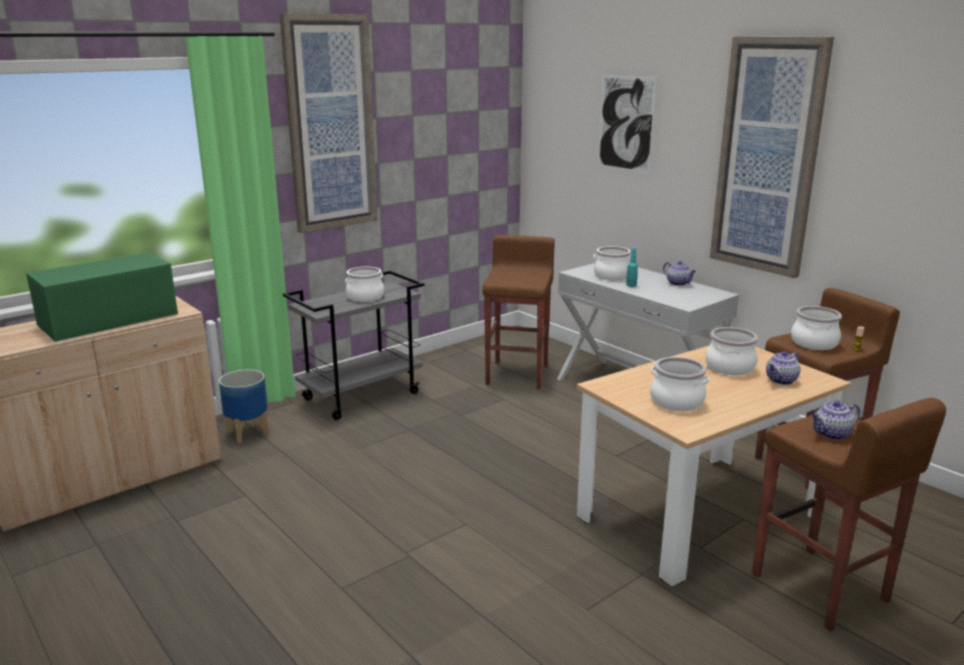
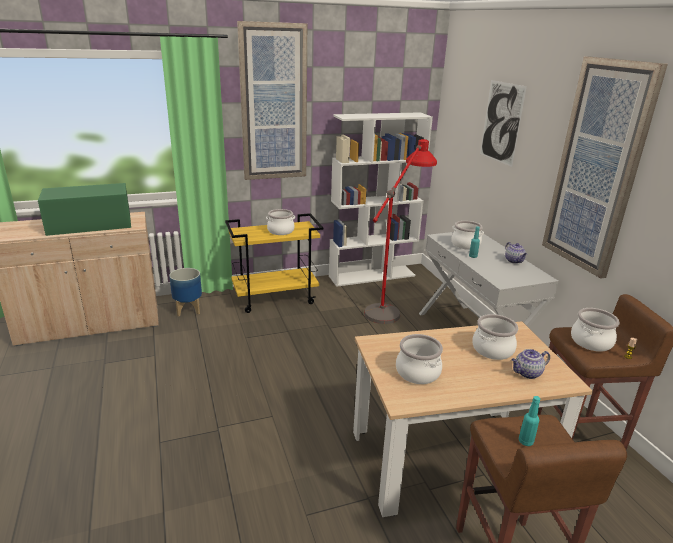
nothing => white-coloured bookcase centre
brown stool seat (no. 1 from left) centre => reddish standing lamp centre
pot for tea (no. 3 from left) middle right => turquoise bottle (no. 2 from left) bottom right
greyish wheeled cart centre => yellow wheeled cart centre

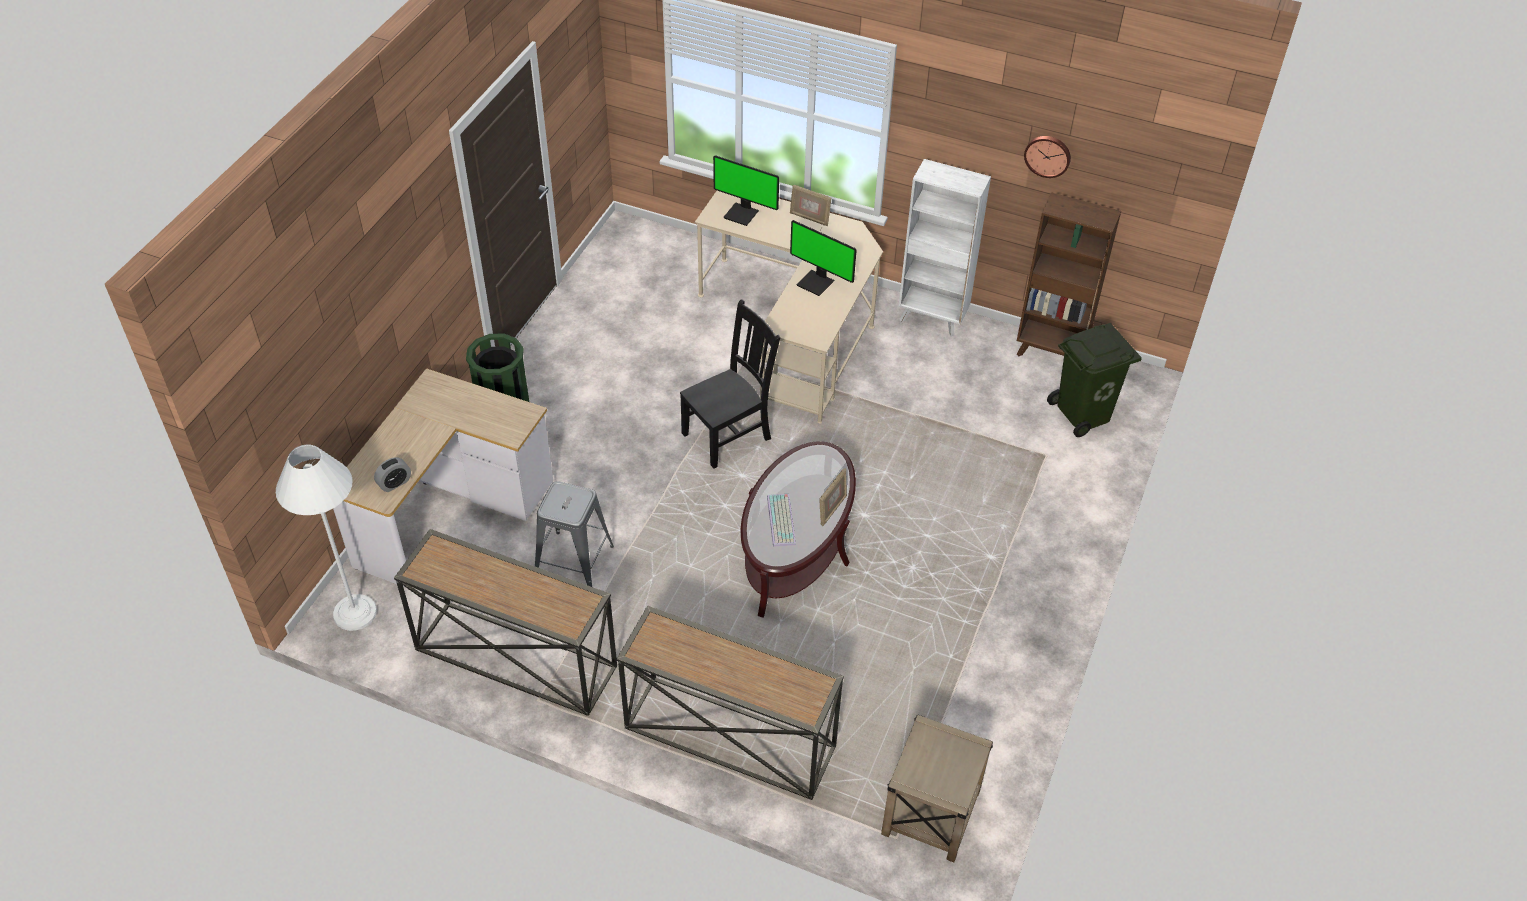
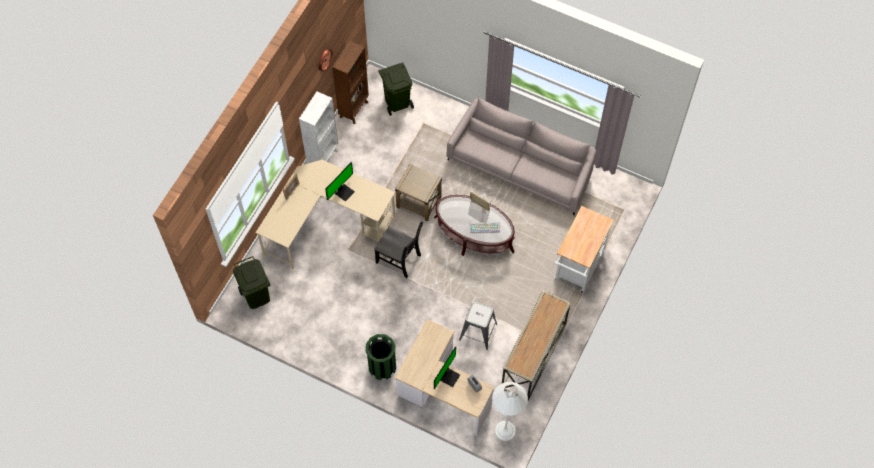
nothing => greenish waste bin (no. 1 from left) middle left
nothing => greyish sofa centre
computer screen (no. 1 from left in the first image) top centre => computer screen (no. 2 from left) bottom centre, shifted
beige-coloured accent table bottom centre => beige-coloured accent table centre, shifted
hall table (no. 2 from left) bottom centre => white-coloured wheeled cart middle right
black-coloured chair centre, 150 degrees clockwise

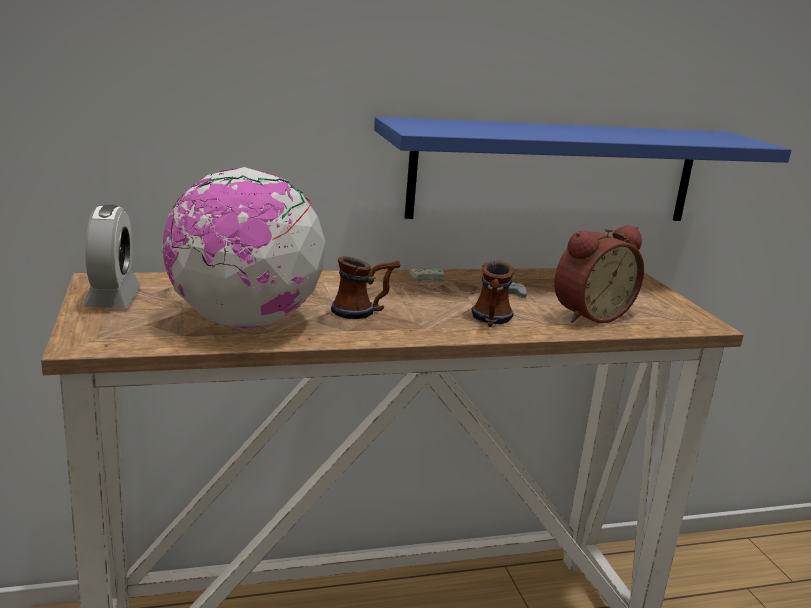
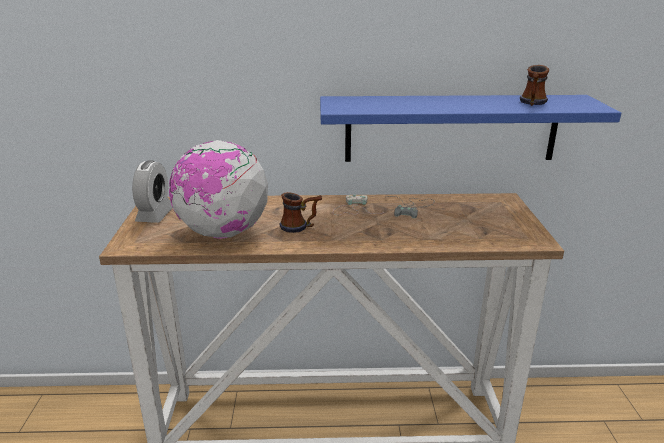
table clock (no. 2 from left) middle right => nothing
coffee mug (no. 2 from left) centre => coffee mug (no. 2 from left) top right, shifted

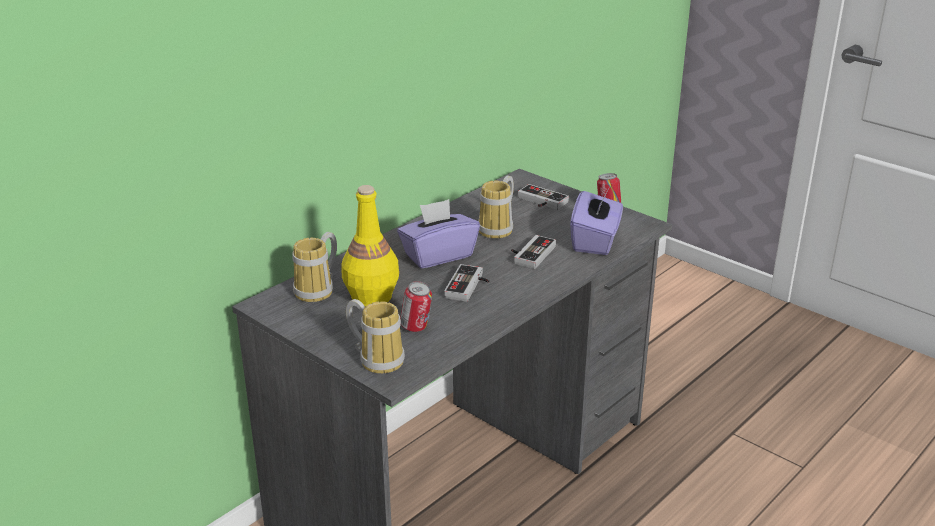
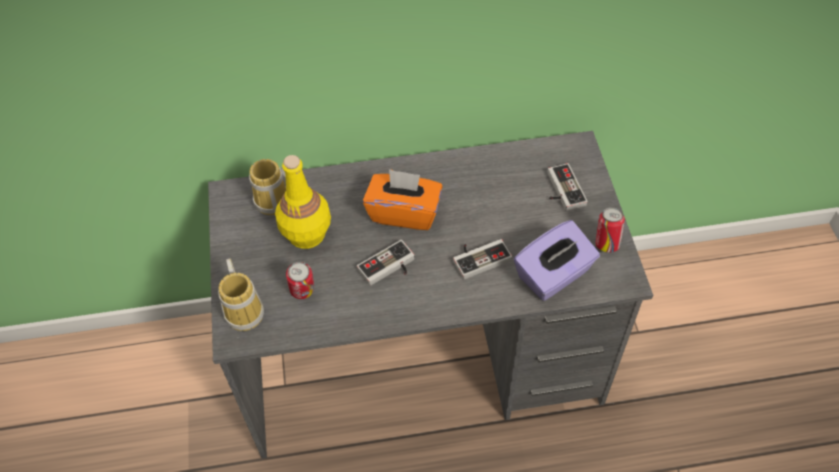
coffee mug (no. 3 from left) centre => nothing
purplish box of tissues (no. 1 from left) centre => orangey box of tissues centre

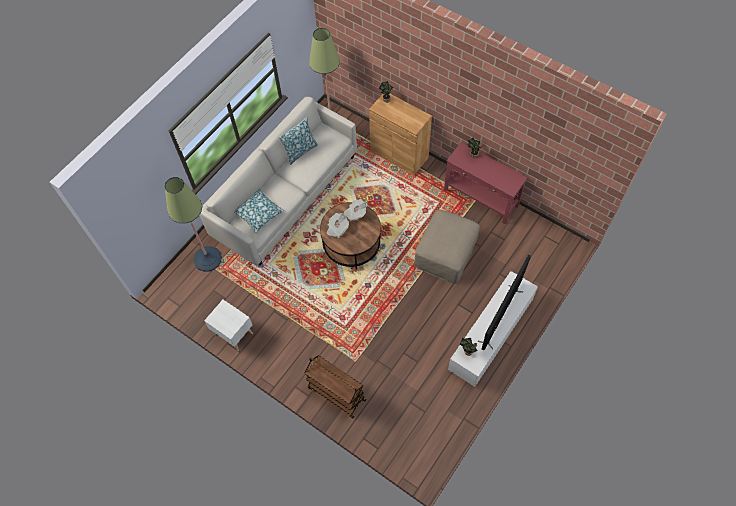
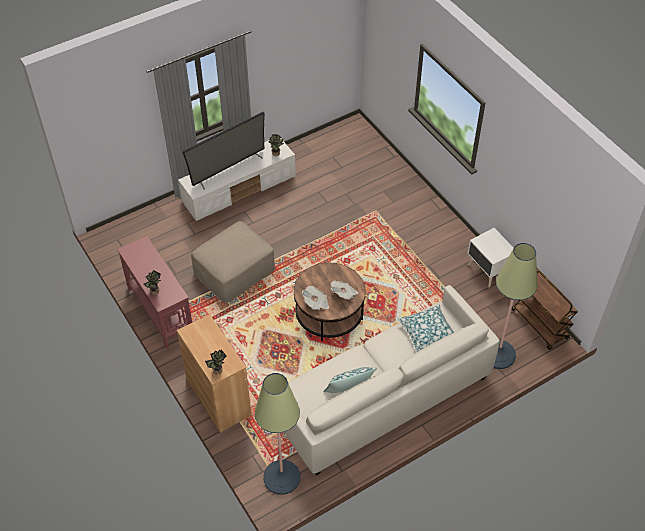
brown wheeled cart bottom centre => brown wheeled cart middle right, shifted

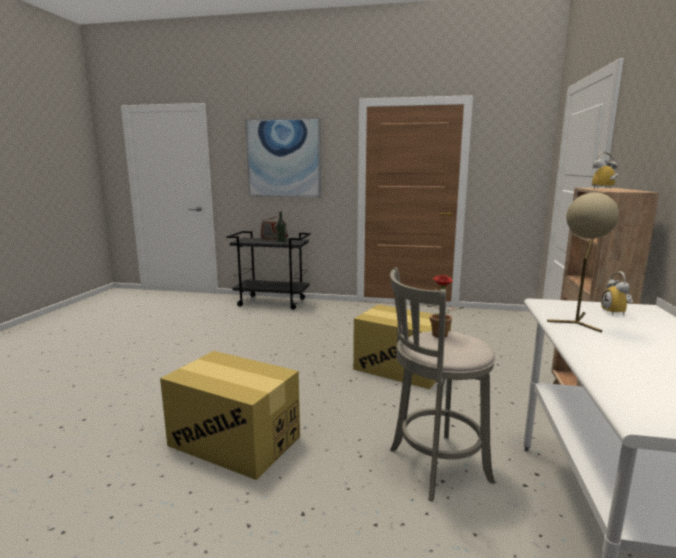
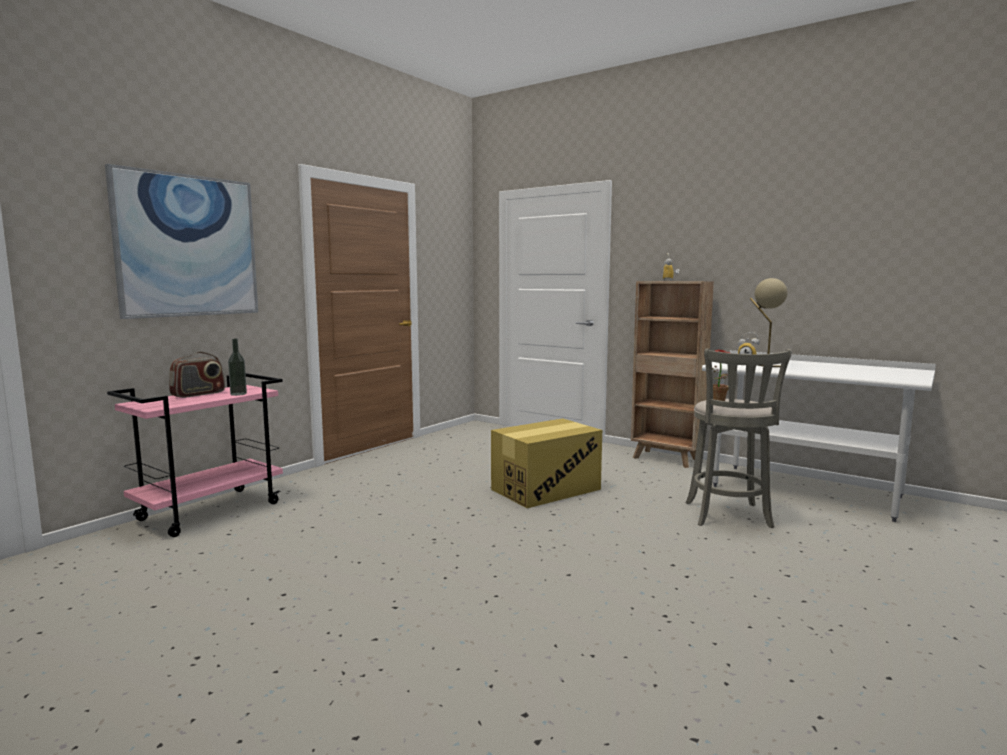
carton (no. 1 from left) bottom centre => nothing
black-coloured wheeled cart centre => pink wheeled cart middle left

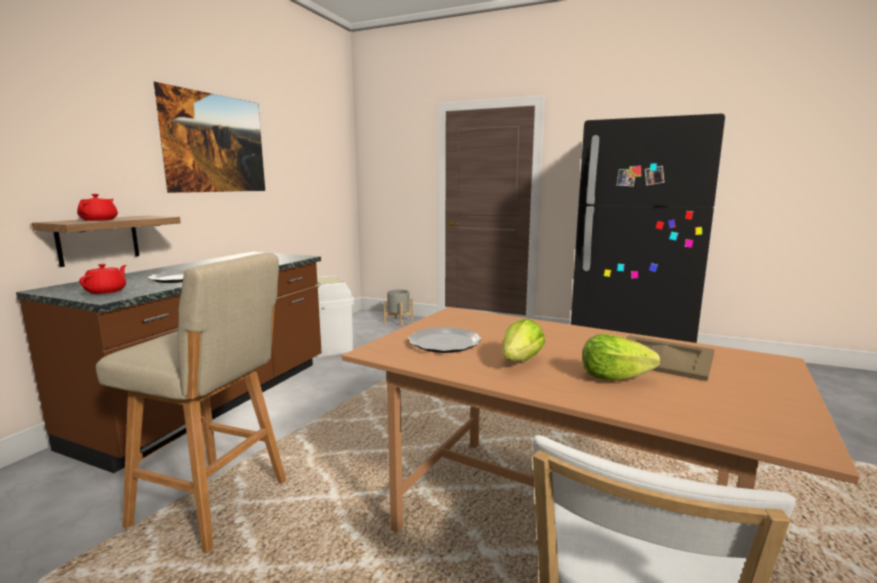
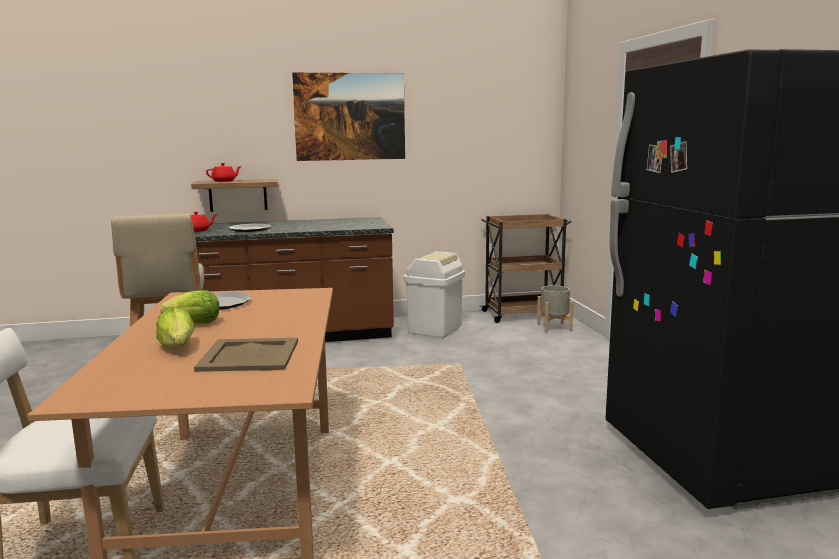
nothing => brown wheeled cart centre

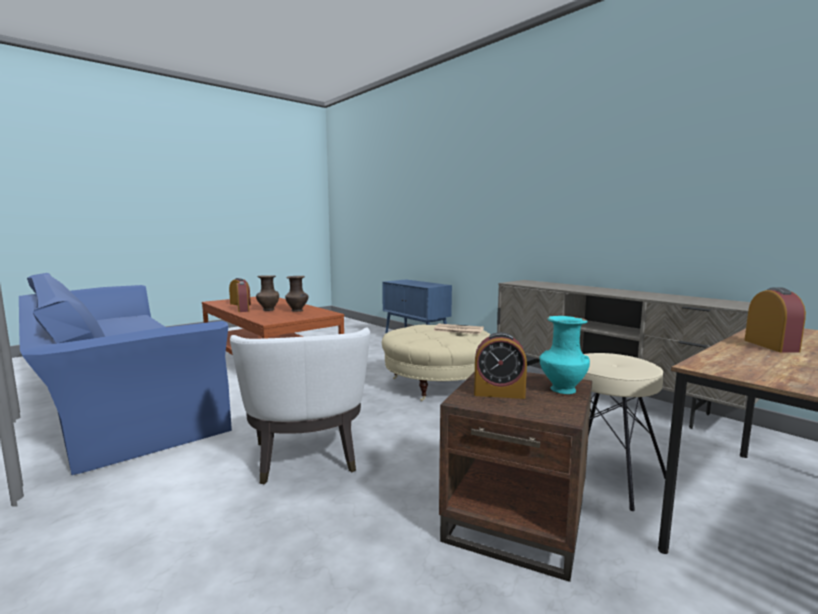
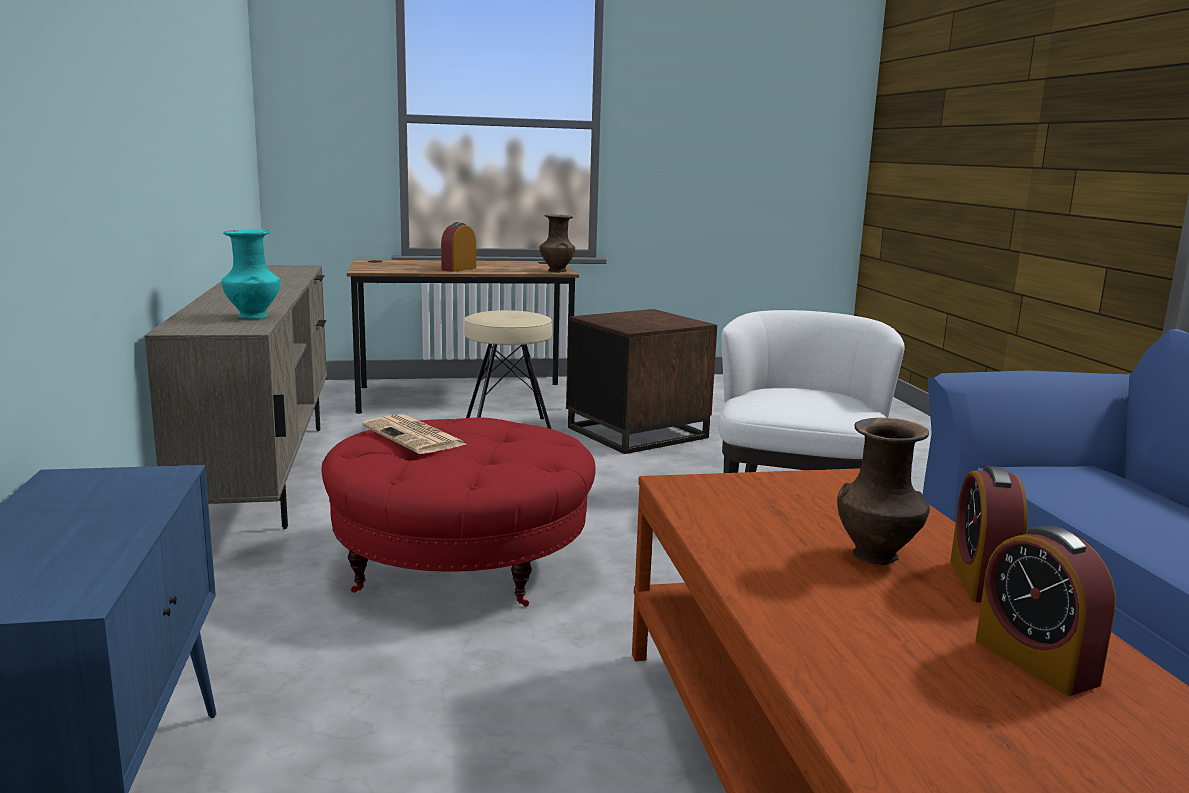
table clock (no. 3 from left) centre => nothing
brown decorative vase (no. 2 from left in the first image) centre => brown decorative vase (no. 1 from left) top centre, shifted
turquoise decorative vase middle right => turquoise decorative vase middle left, shifted
beige-coloured footrest centre => reddish footrest centre

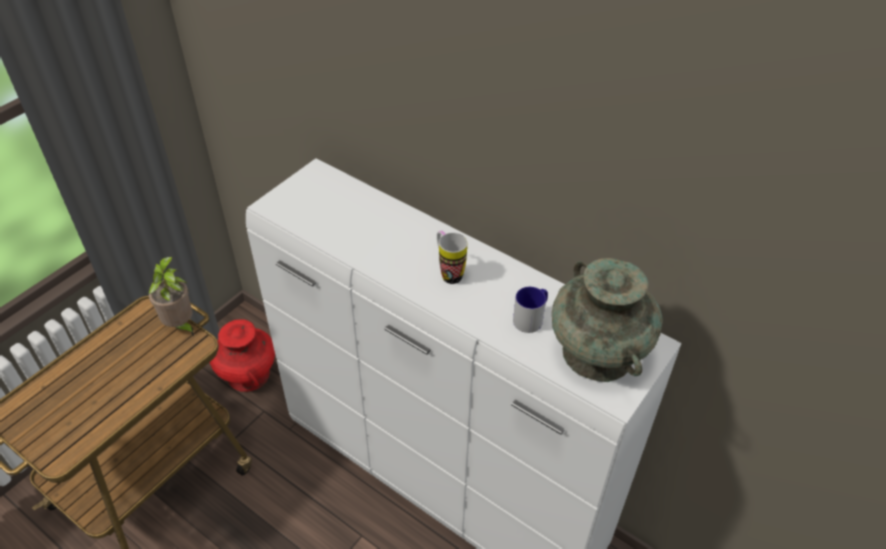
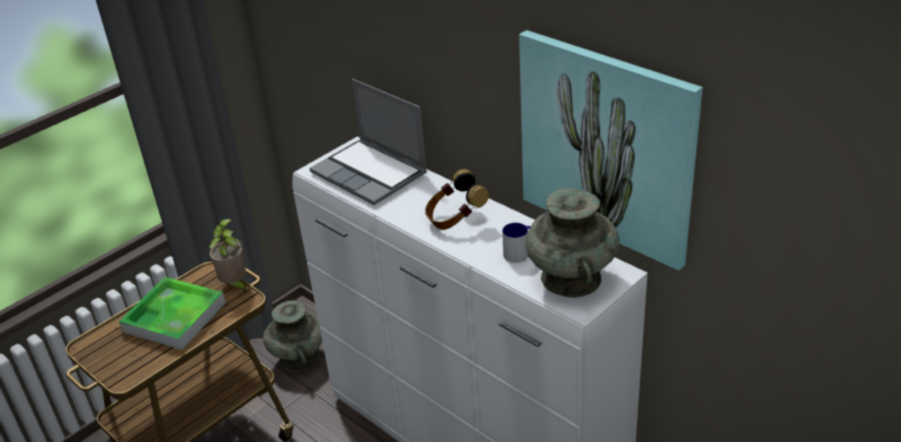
nothing => serving tray bottom left
nothing => notebook computer top centre
nothing => picture middle right
coffee mug (no. 1 from left) centre => headset centre
reddish decorative vase middle left => turquoise decorative vase (no. 1 from left) bottom left

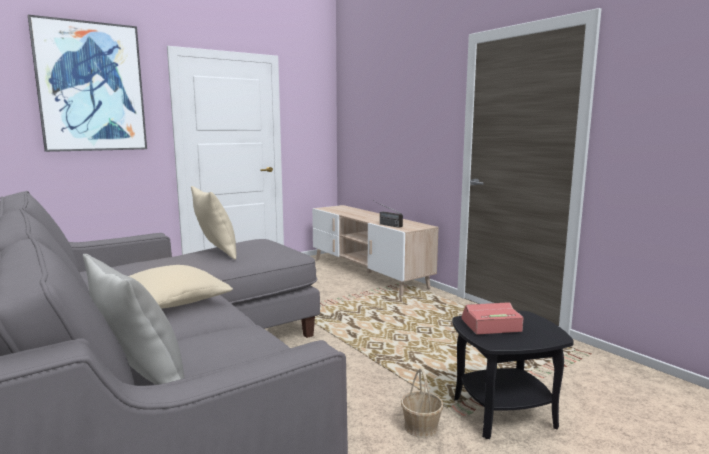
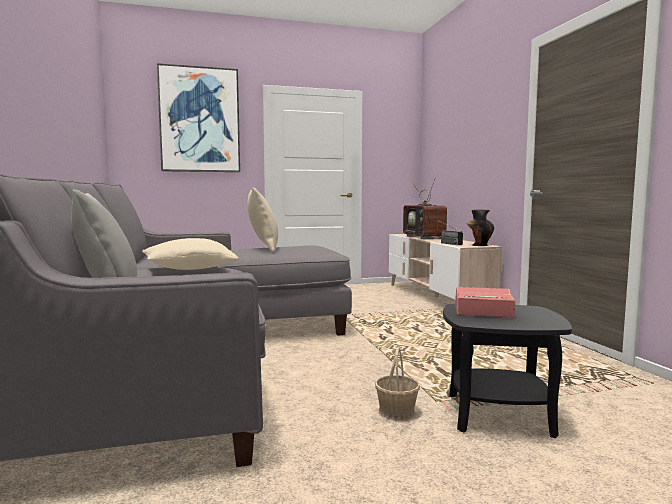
nothing => TV centre
nothing => decorative vase middle right

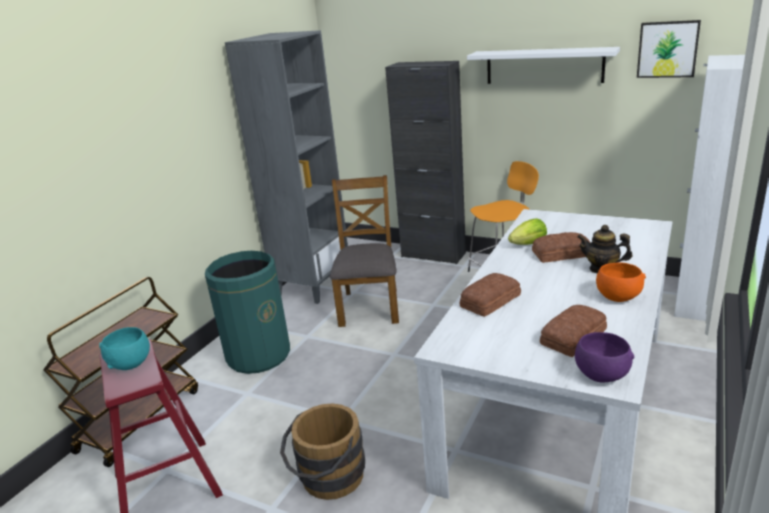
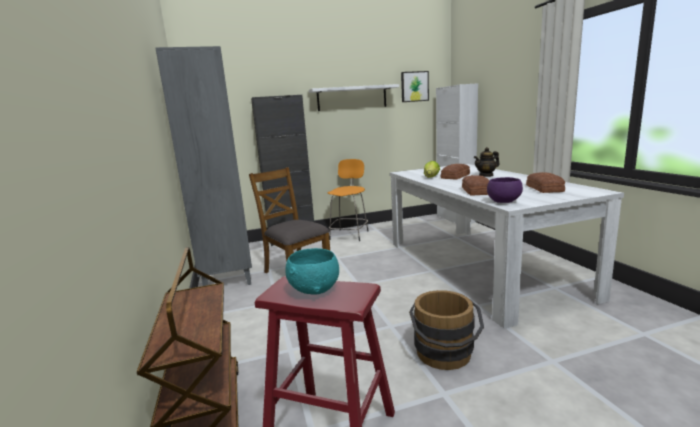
greenish waste bin middle left => nothing
orangey deep dish middle right => nothing
purplish deep dish bottom right => purplish deep dish middle right, shifted

